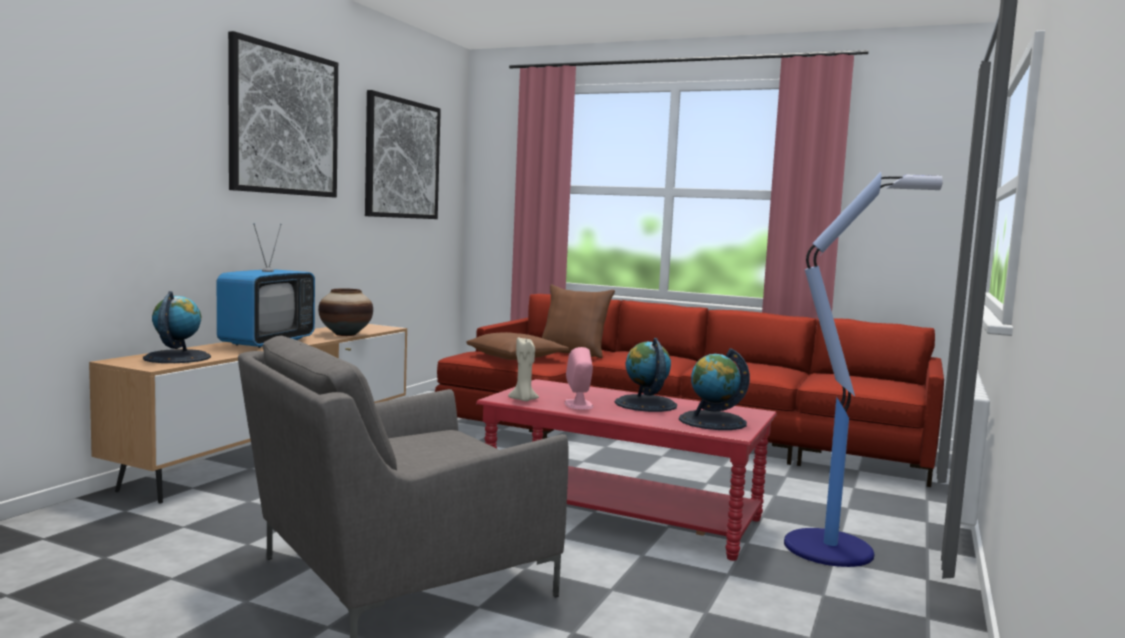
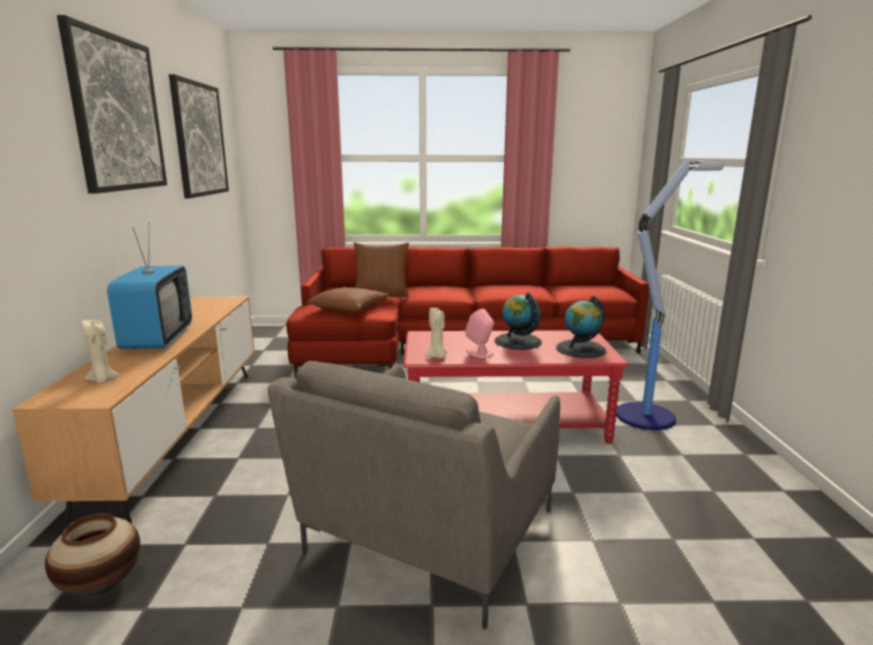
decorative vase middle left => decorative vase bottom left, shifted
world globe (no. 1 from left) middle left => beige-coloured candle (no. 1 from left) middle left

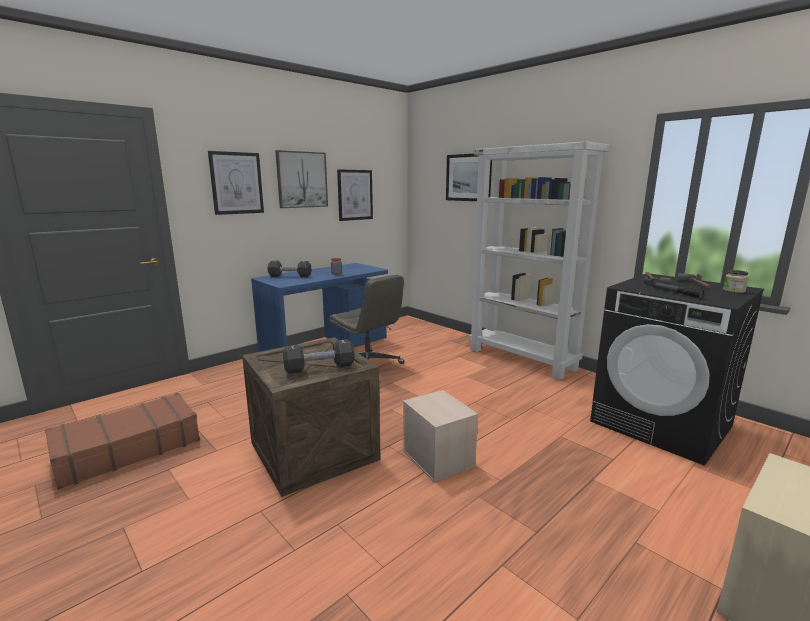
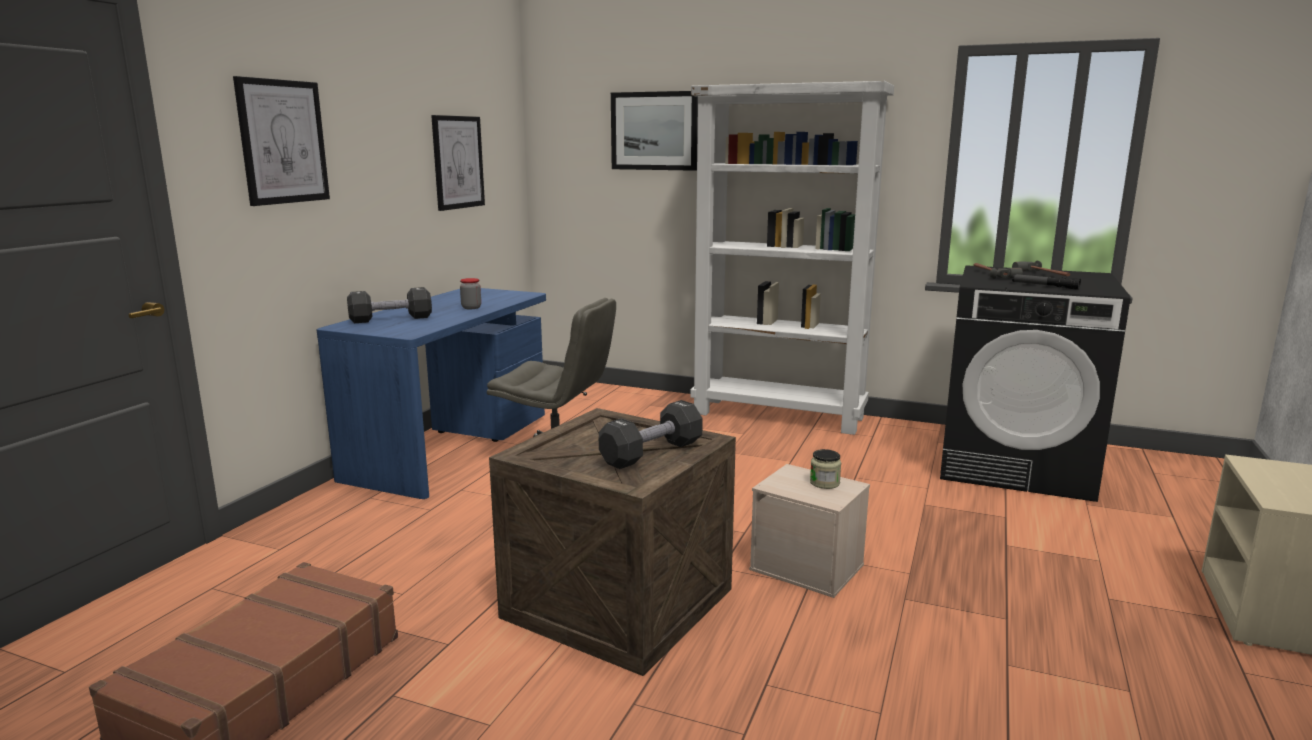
picture (no. 2 from left) top centre => nothing
storage jar (no. 2 from left) middle right => storage jar (no. 2 from left) centre, shifted

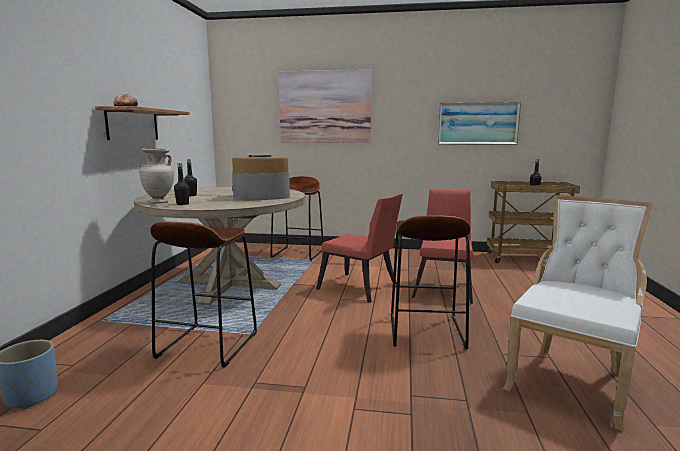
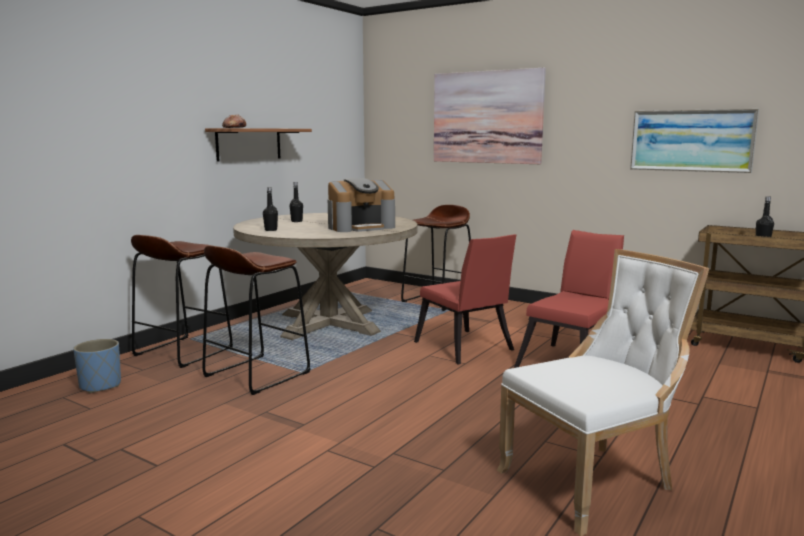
beige-coloured decorative vase middle left => nothing
brown stool seat (no. 3 from left in the first image) centre => brown stool seat (no. 1 from left) middle left, shifted
coffee machine centre, 135 degrees clockwise

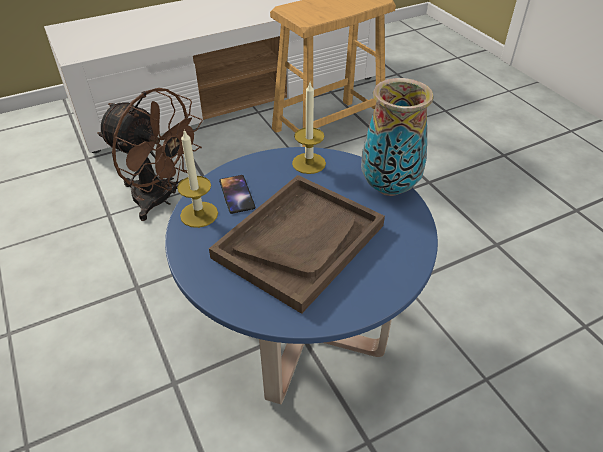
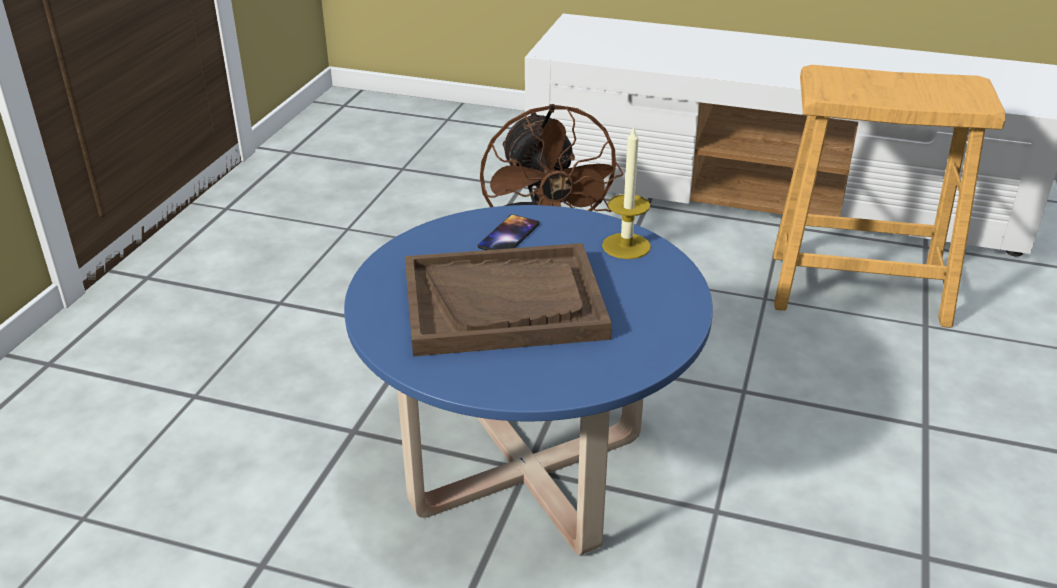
candle (no. 1 from left) middle left => nothing
decorative vase top centre => nothing

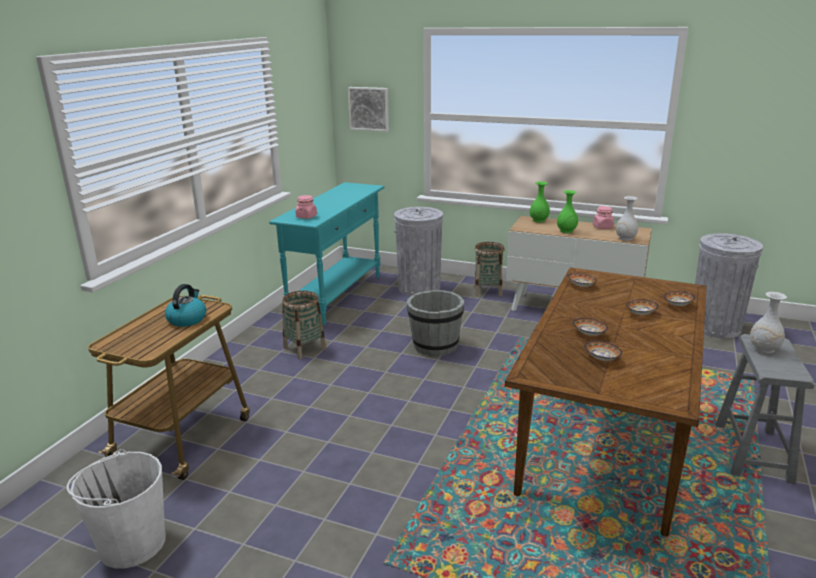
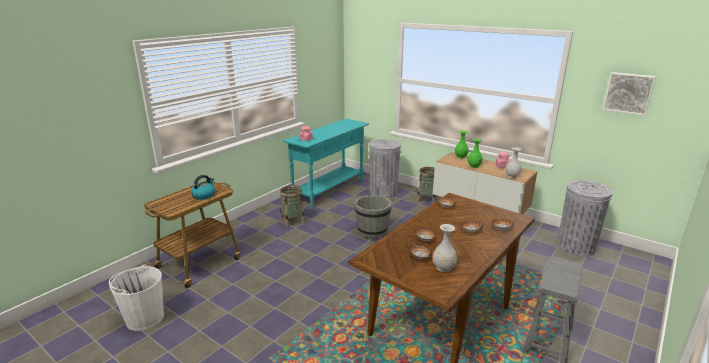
picture top centre => picture top right, shifted
white-coloured decorative vase (no. 2 from left in the first image) middle right => white-coloured decorative vase (no. 1 from left) bottom centre, shifted

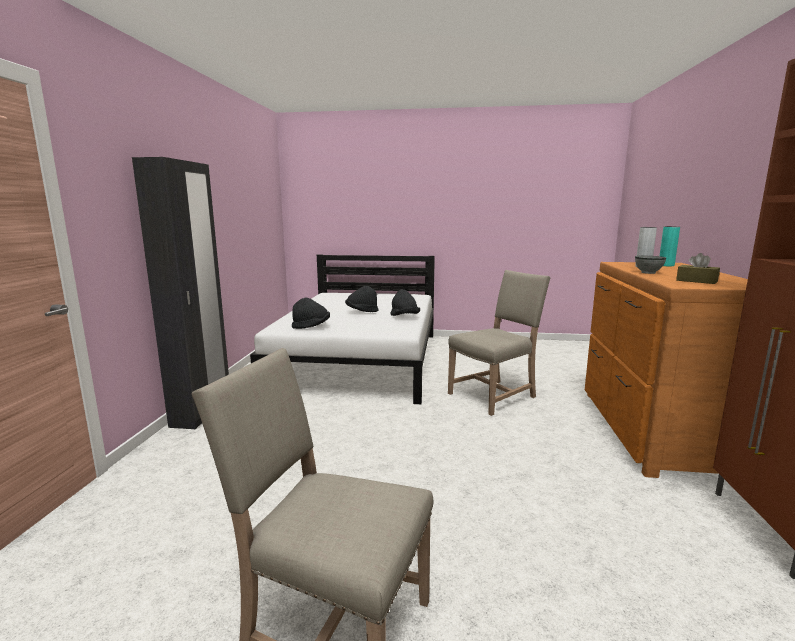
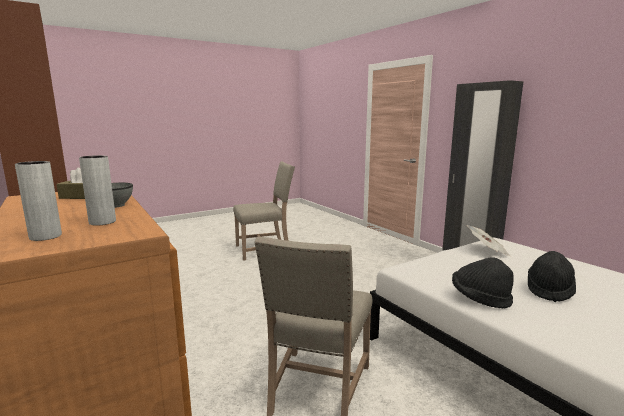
black-coloured clothing hat (no. 1 from left) centre => printed paper middle right
turquoise decorative vase middle right => greyish decorative vase (no. 1 from left) middle left

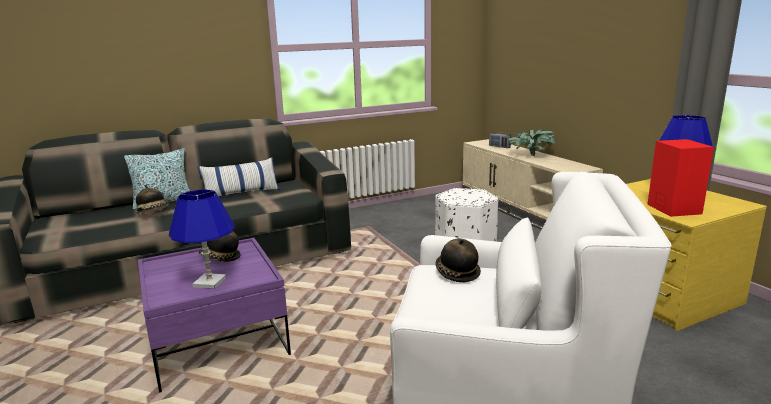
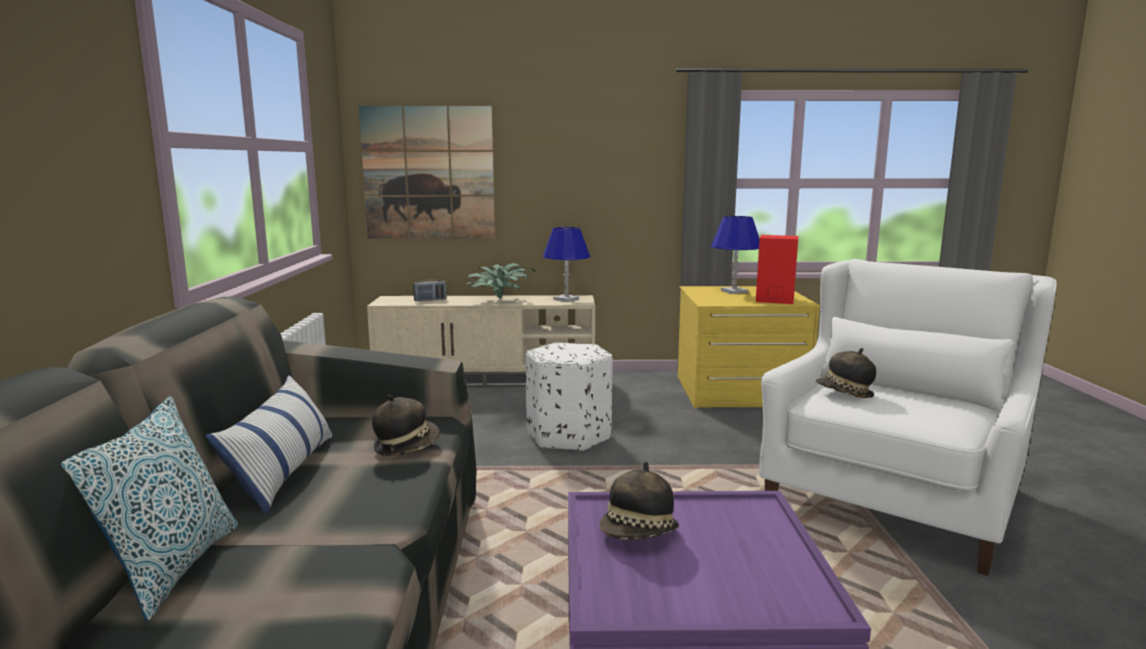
nothing => picture top centre
clothing hat (no. 1 from left) middle left => clothing hat (no. 1 from left) centre, shifted
blue-coloured lamp for a table (no. 1 from left) middle left => blue-coloured lamp for a table (no. 1 from left) centre, shifted

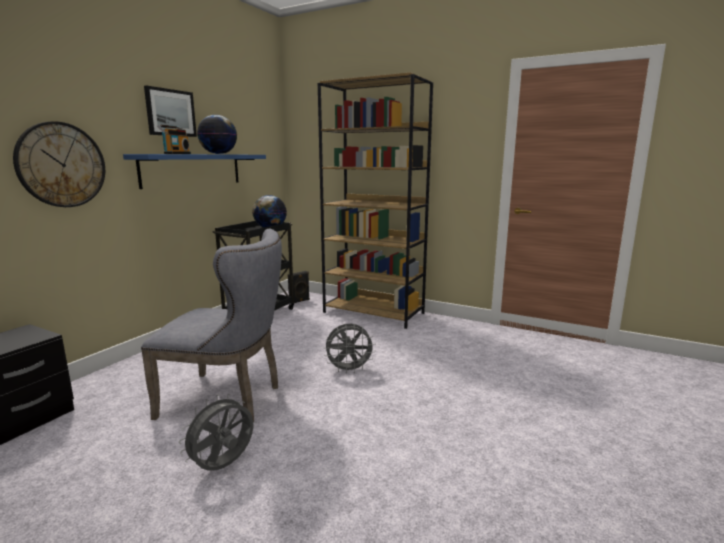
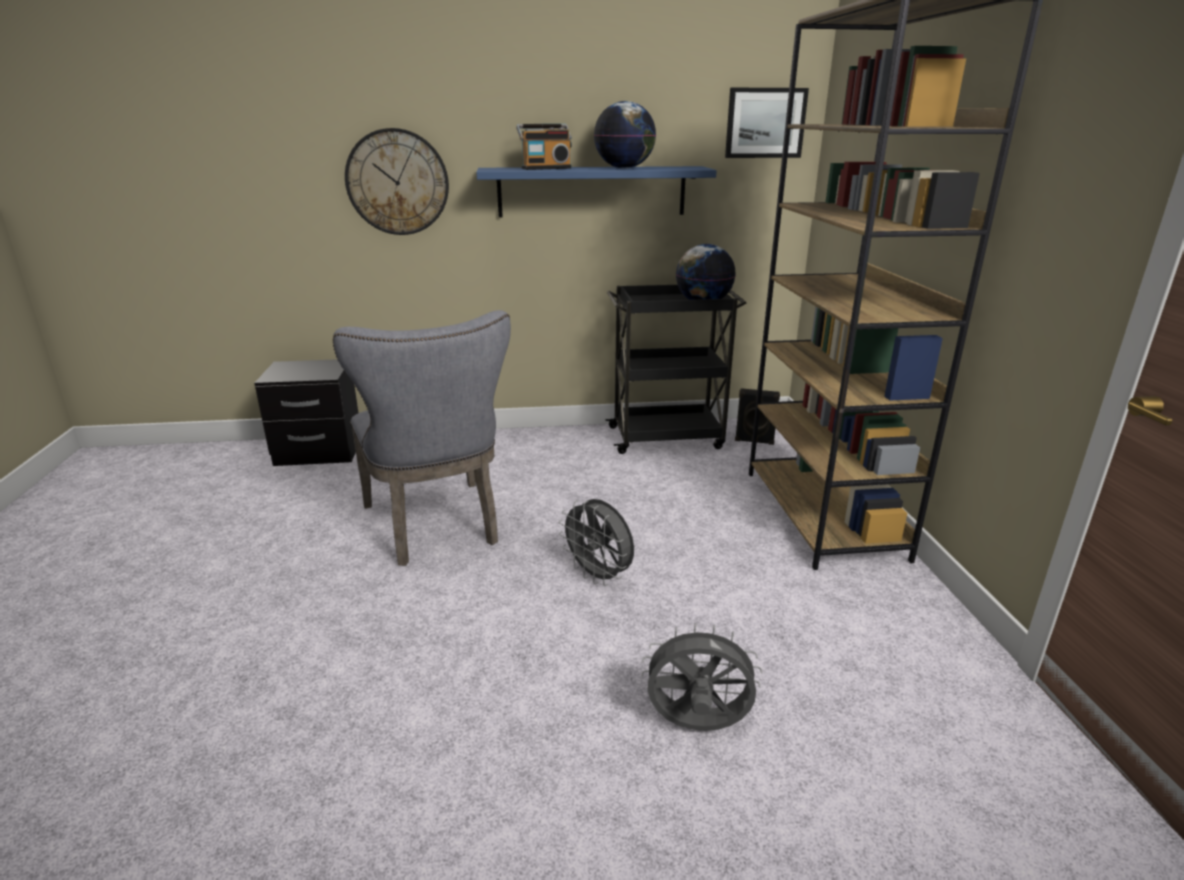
picture top left => picture top centre, shifted
greyish fan (no. 1 from left in the first image) bottom left => greyish fan (no. 2 from left) bottom centre, shifted

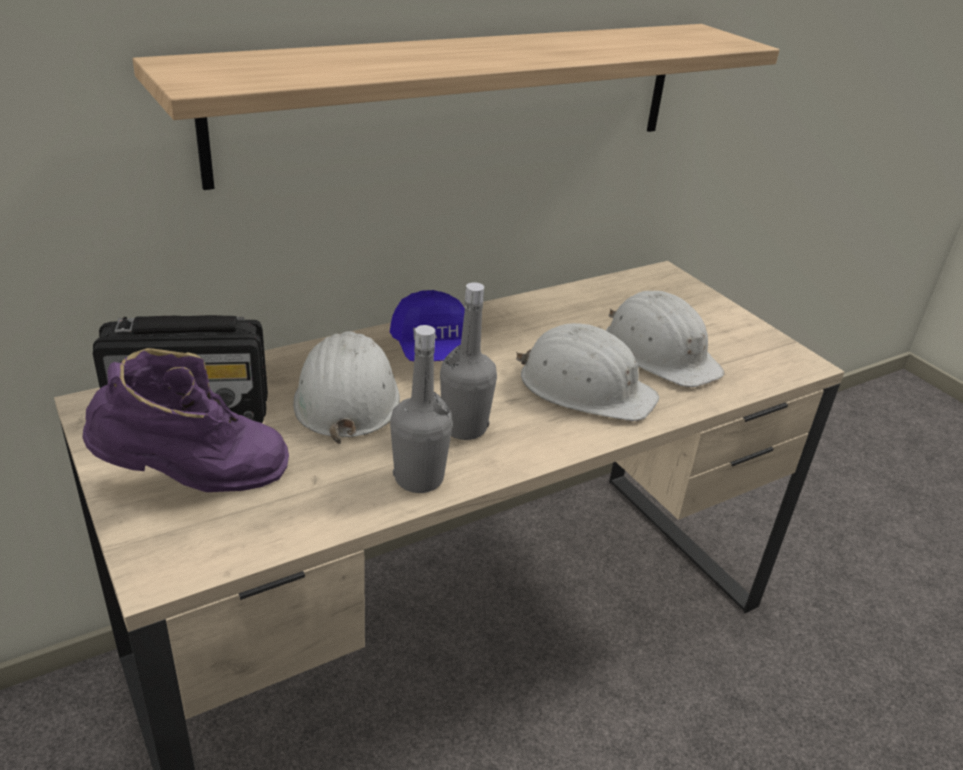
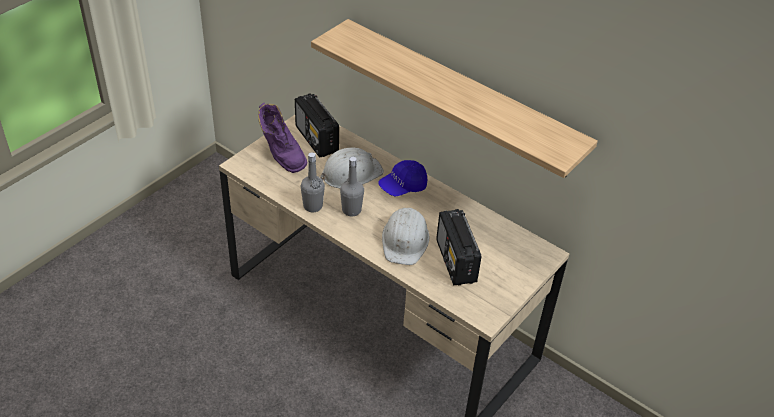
white-coloured work helmet (no. 3 from left) middle right => radio (no. 2 from left) centre

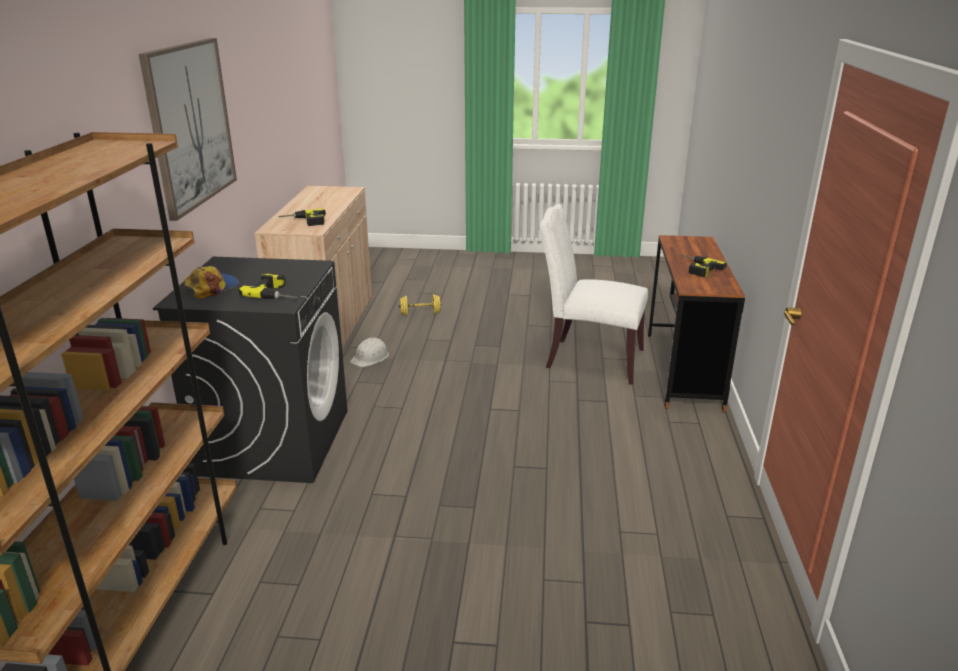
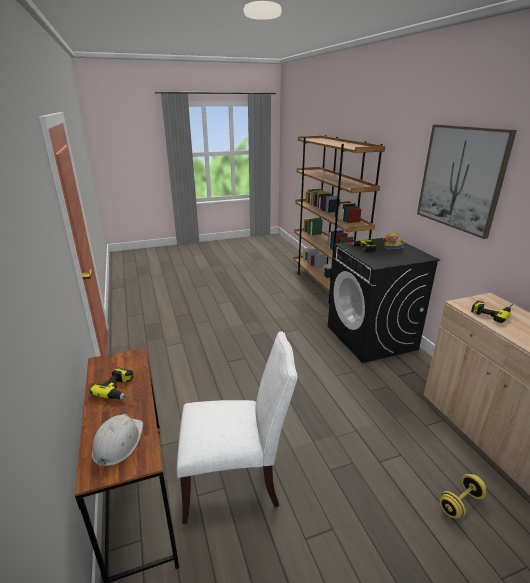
white-coloured work helmet centre => white-coloured work helmet bottom left, shifted

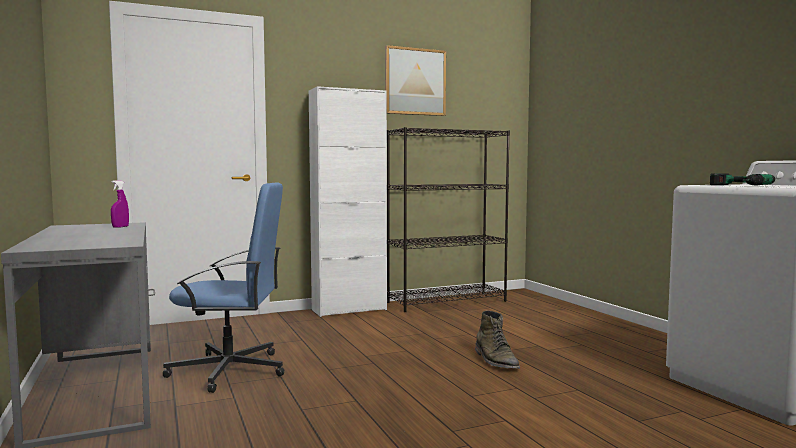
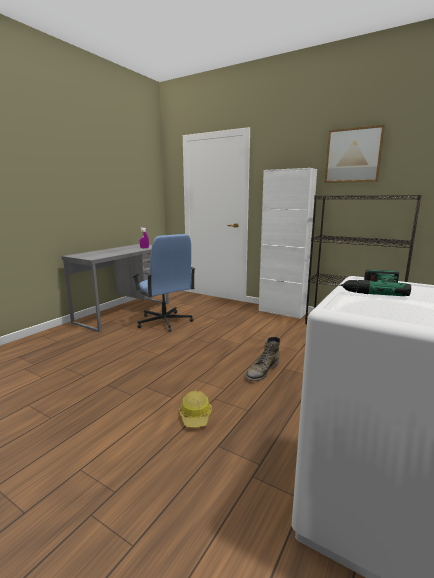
nothing => work helmet bottom centre

